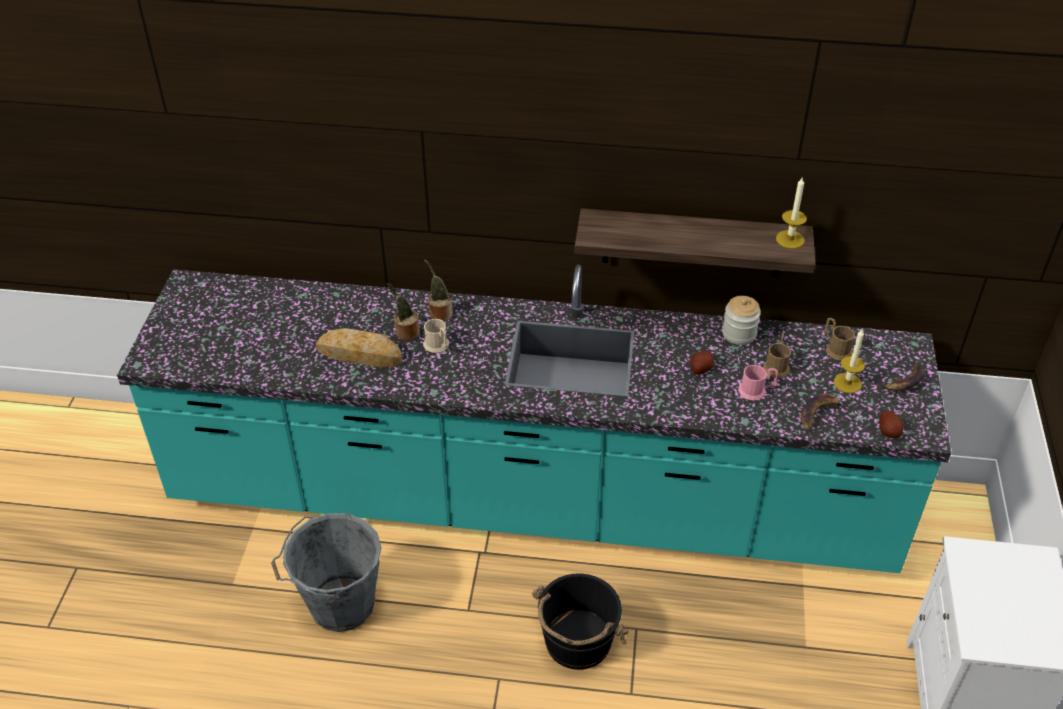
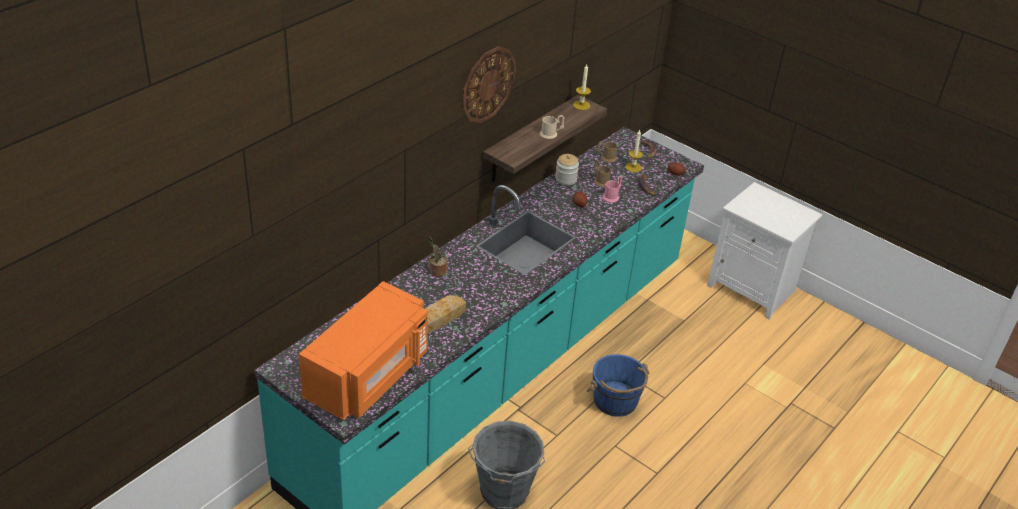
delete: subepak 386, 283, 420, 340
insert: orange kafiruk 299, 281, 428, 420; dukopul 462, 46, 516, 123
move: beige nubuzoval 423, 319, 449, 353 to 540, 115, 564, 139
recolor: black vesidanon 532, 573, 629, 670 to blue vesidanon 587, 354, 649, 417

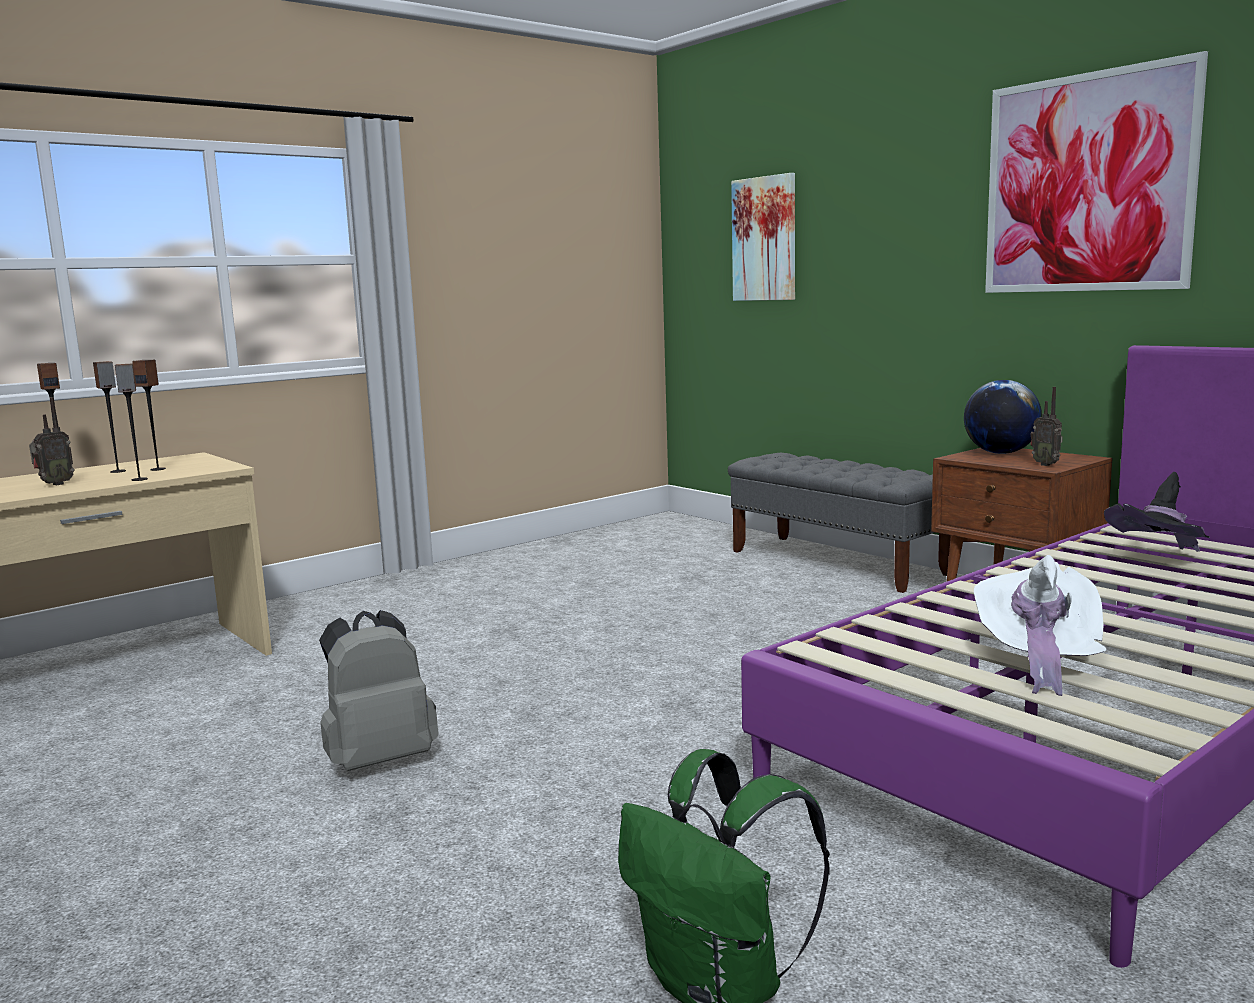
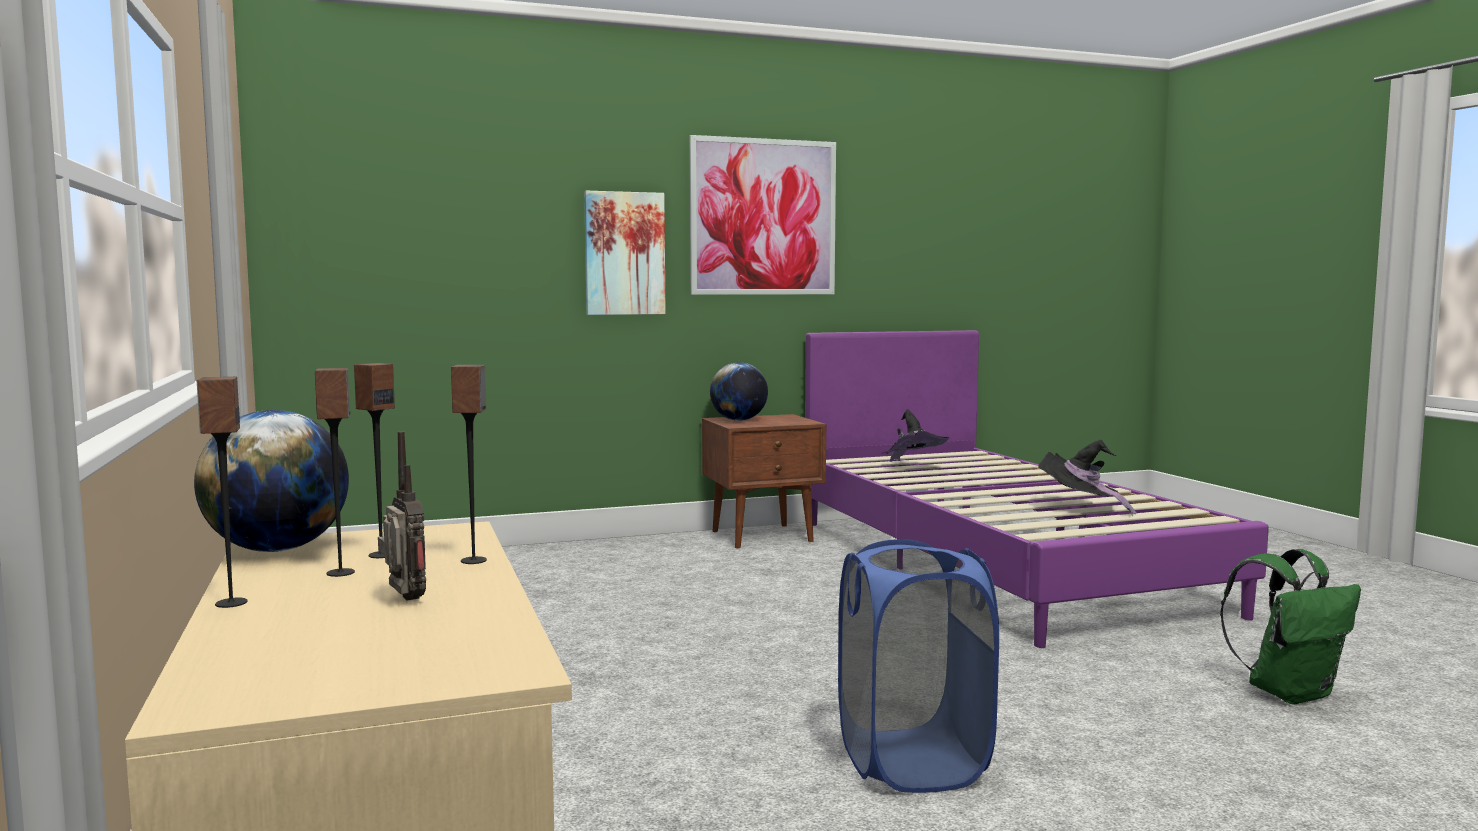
delete: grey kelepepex 728, 453, 951, 593; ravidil 1030, 387, 1063, 466
insert: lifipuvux 194, 410, 349, 552
move: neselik 731, 173, 795, 301 to 584, 191, 666, 315
replace: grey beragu 319, 610, 438, 771 to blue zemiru 838, 539, 999, 793
recolor: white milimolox 974, 555, 1107, 696 to black milimolox 1038, 440, 1136, 516

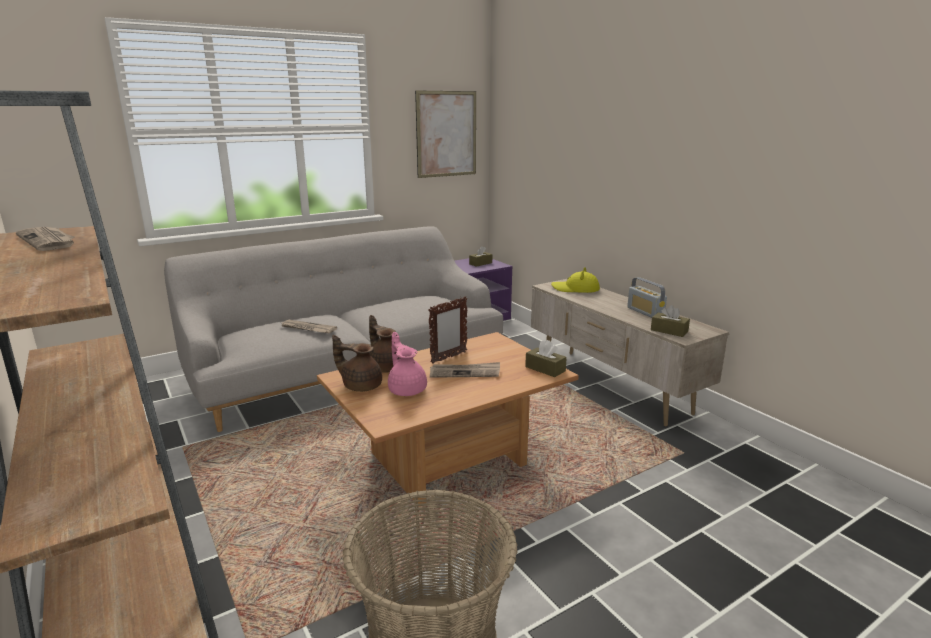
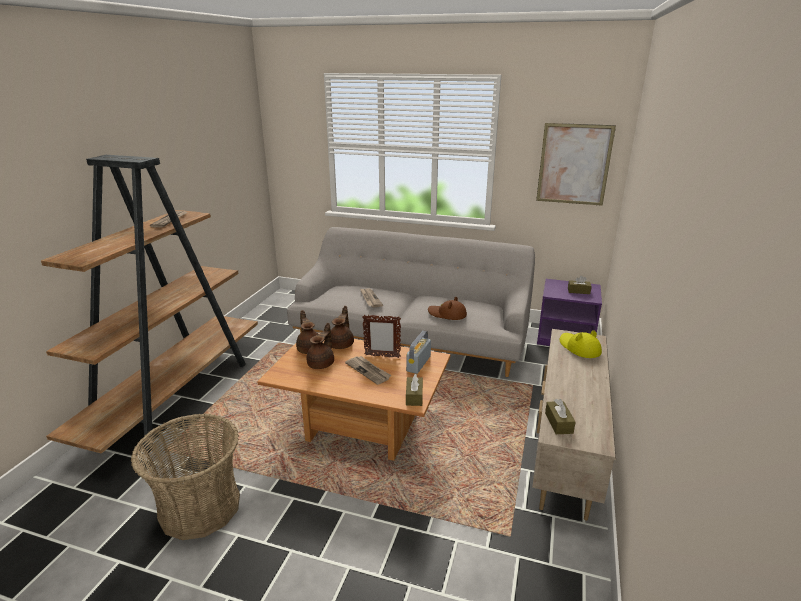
insert: brown milimolox 428, 297, 467, 320
move: ravidil 627, 277, 667, 318 to 406, 331, 431, 374
recolor: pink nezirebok 388, 332, 427, 396 to brown nezirebok 307, 323, 334, 369

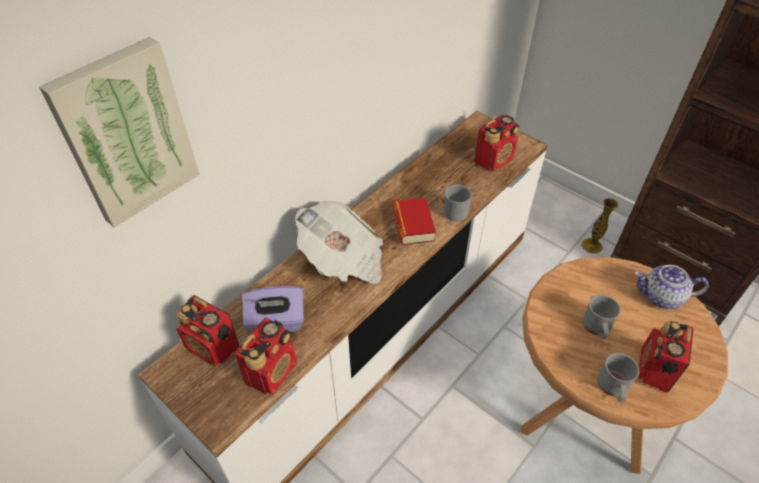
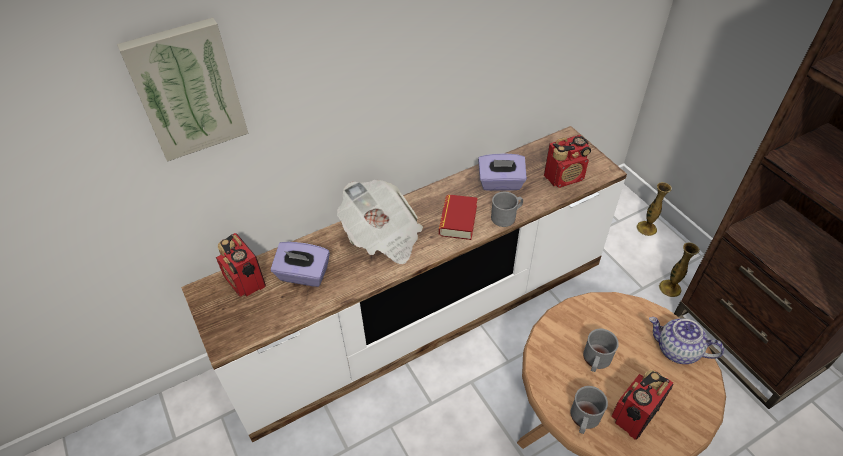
delete: ravidil 235, 318, 297, 394
insert: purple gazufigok 478, 153, 527, 191; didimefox 636, 182, 672, 236

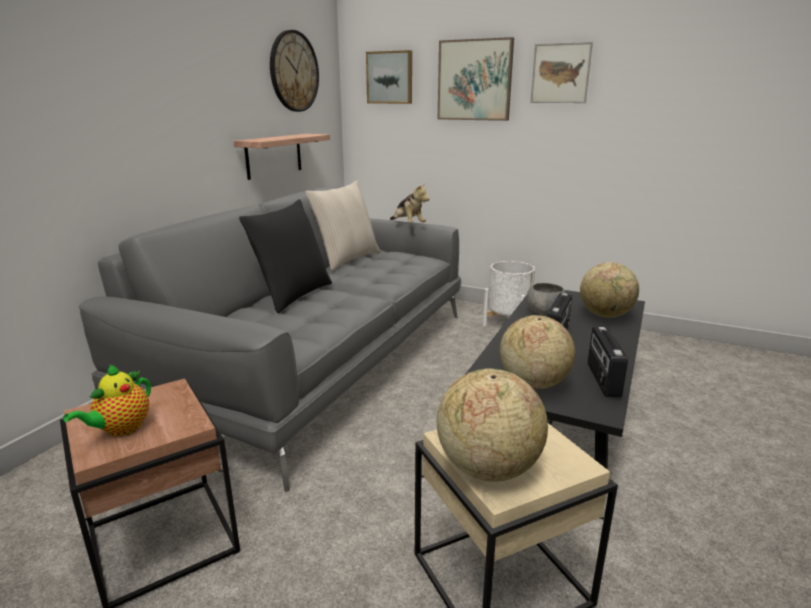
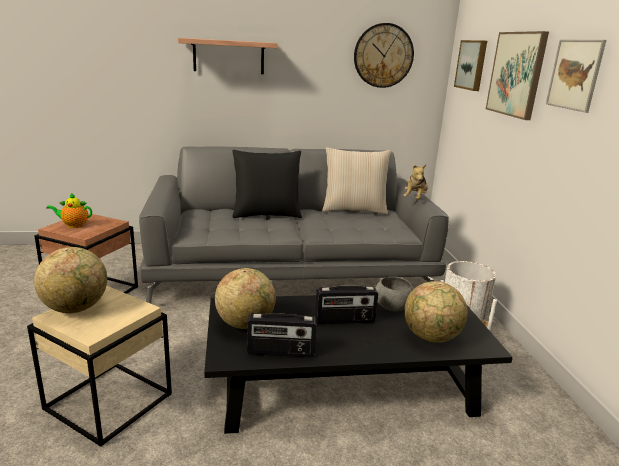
move: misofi 233, 134, 330, 180 to 178, 38, 278, 74
rotate: ravidil 588, 327, 628, 398 = 247, 313, 317, 357 150 degrees counterclockwise

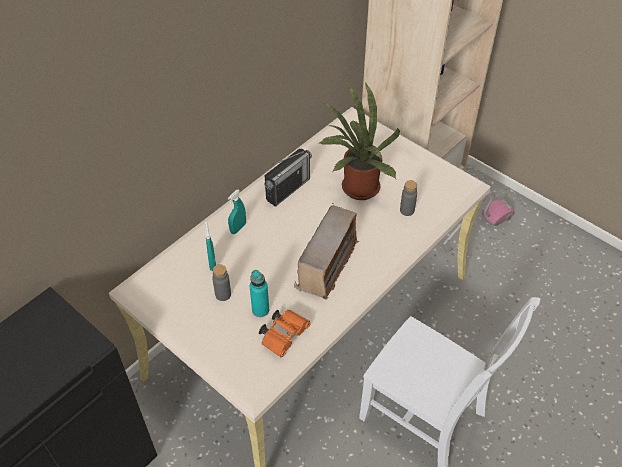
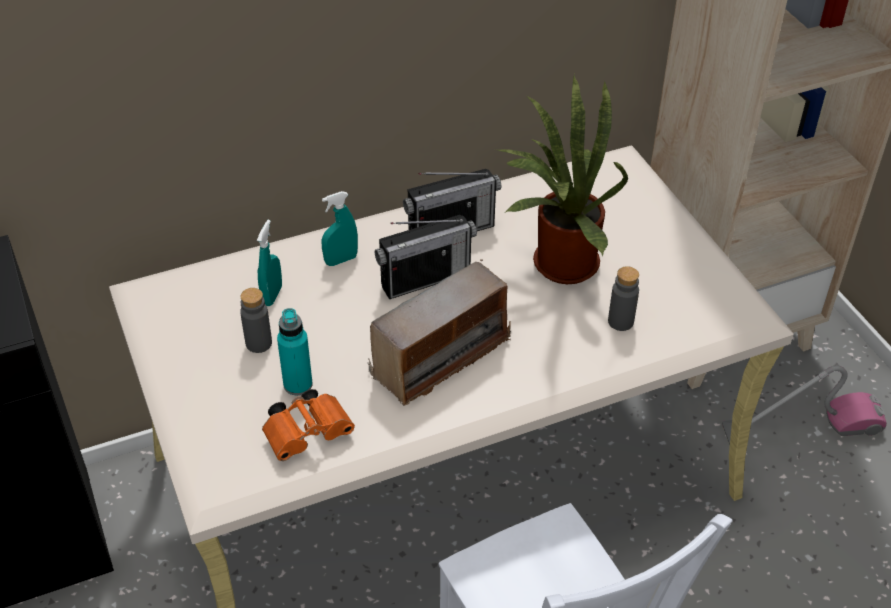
insert: ravidil 375, 215, 477, 299

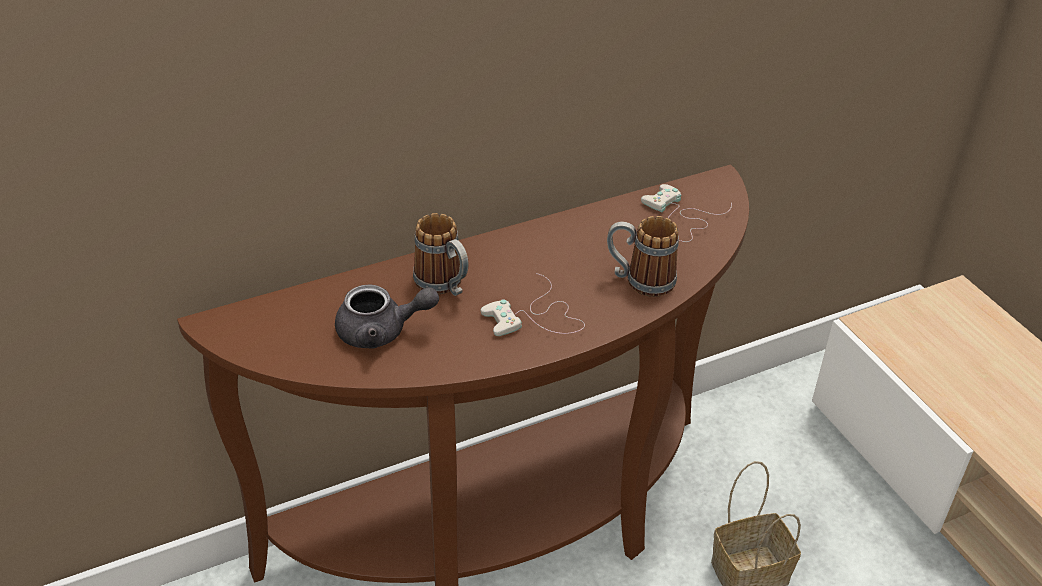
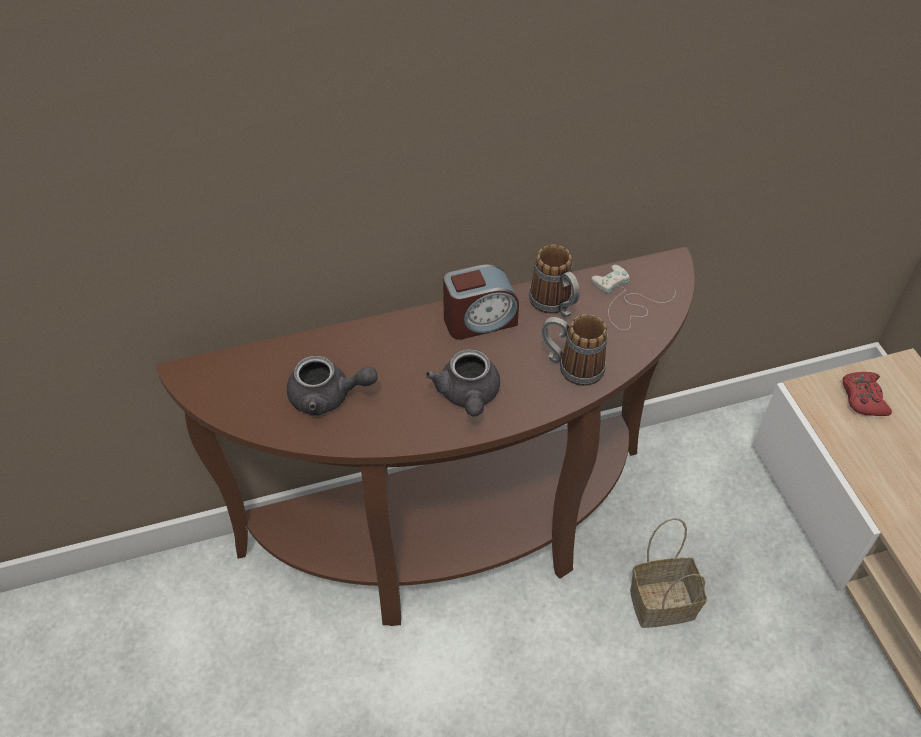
insert: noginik 443, 264, 519, 340; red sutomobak 843, 372, 892, 416
move: nubuzoval 413, 213, 469, 296 to 529, 244, 580, 318
replace: white sutomobak 481, 273, 585, 336 to grey nezirebok 426, 349, 500, 417

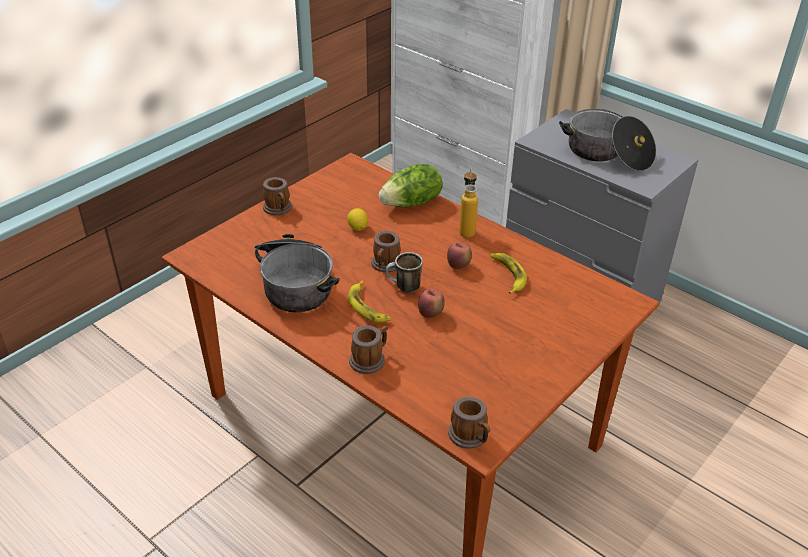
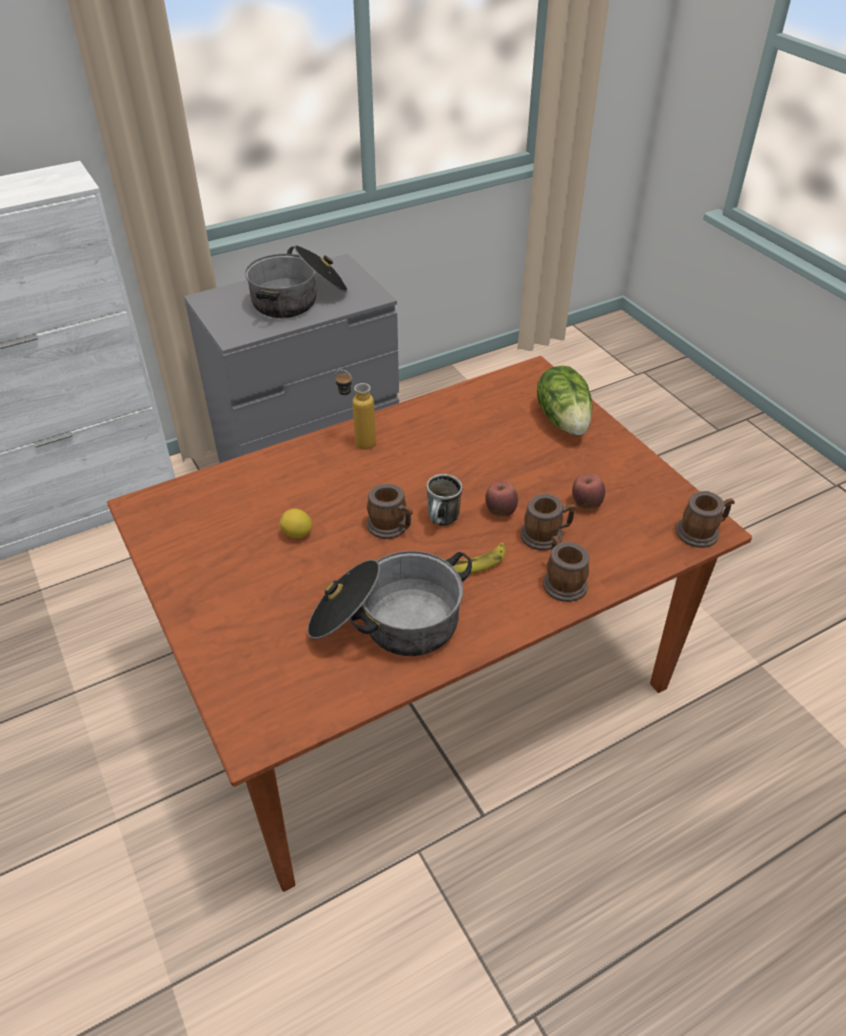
delete: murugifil 490, 253, 527, 294
move: nubuzoval 263, 177, 292, 215 to 520, 494, 577, 551; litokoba 379, 164, 443, 207 to 537, 365, 593, 435; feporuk 447, 243, 472, 270 to 572, 474, 605, 510

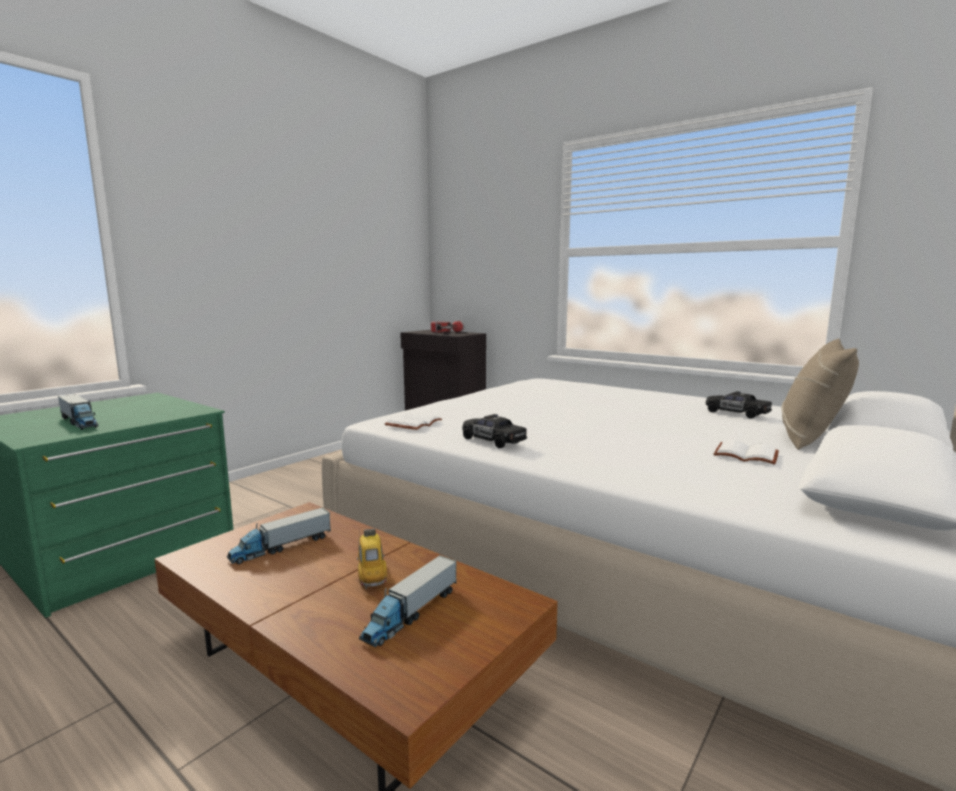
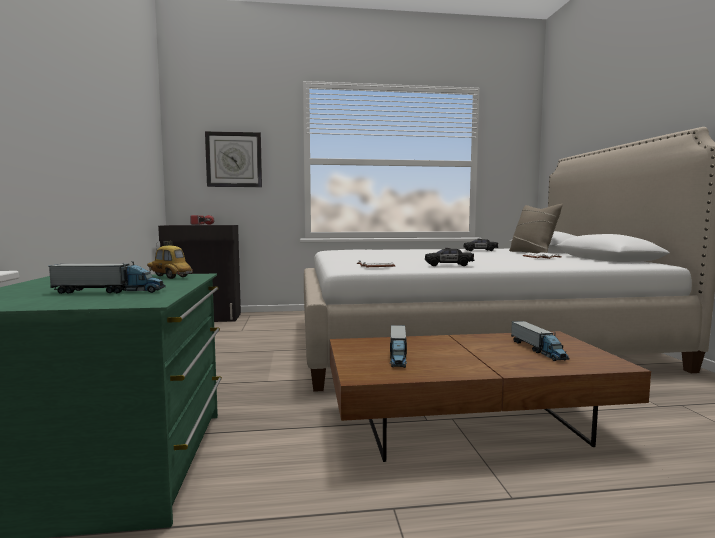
insert: dukopul 205, 131, 262, 187
move: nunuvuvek 357, 529, 387, 589 to 147, 241, 193, 279

